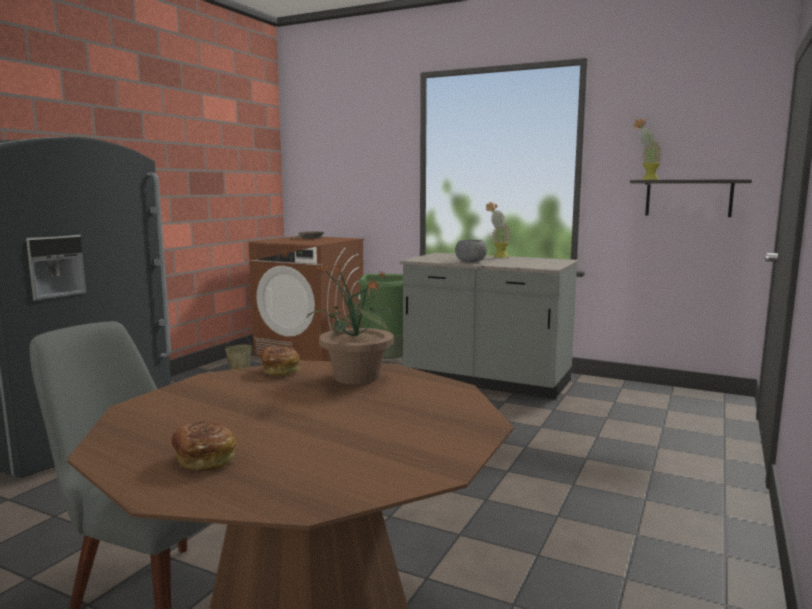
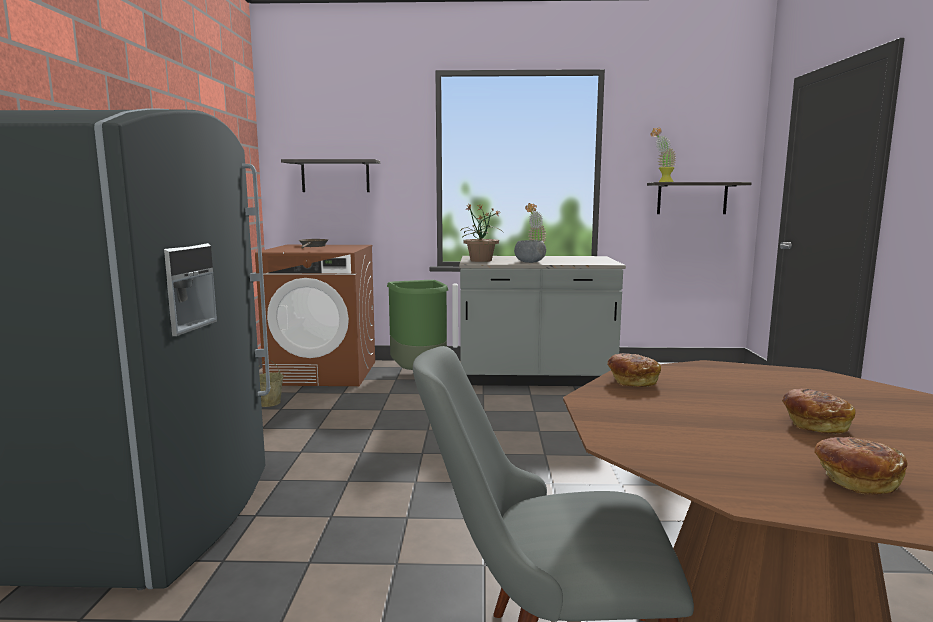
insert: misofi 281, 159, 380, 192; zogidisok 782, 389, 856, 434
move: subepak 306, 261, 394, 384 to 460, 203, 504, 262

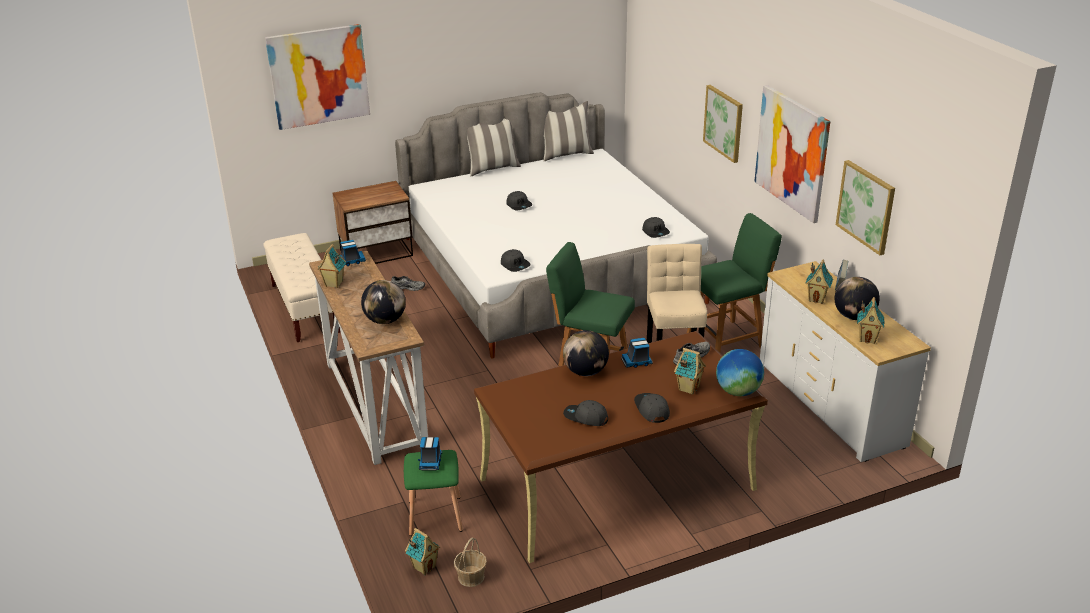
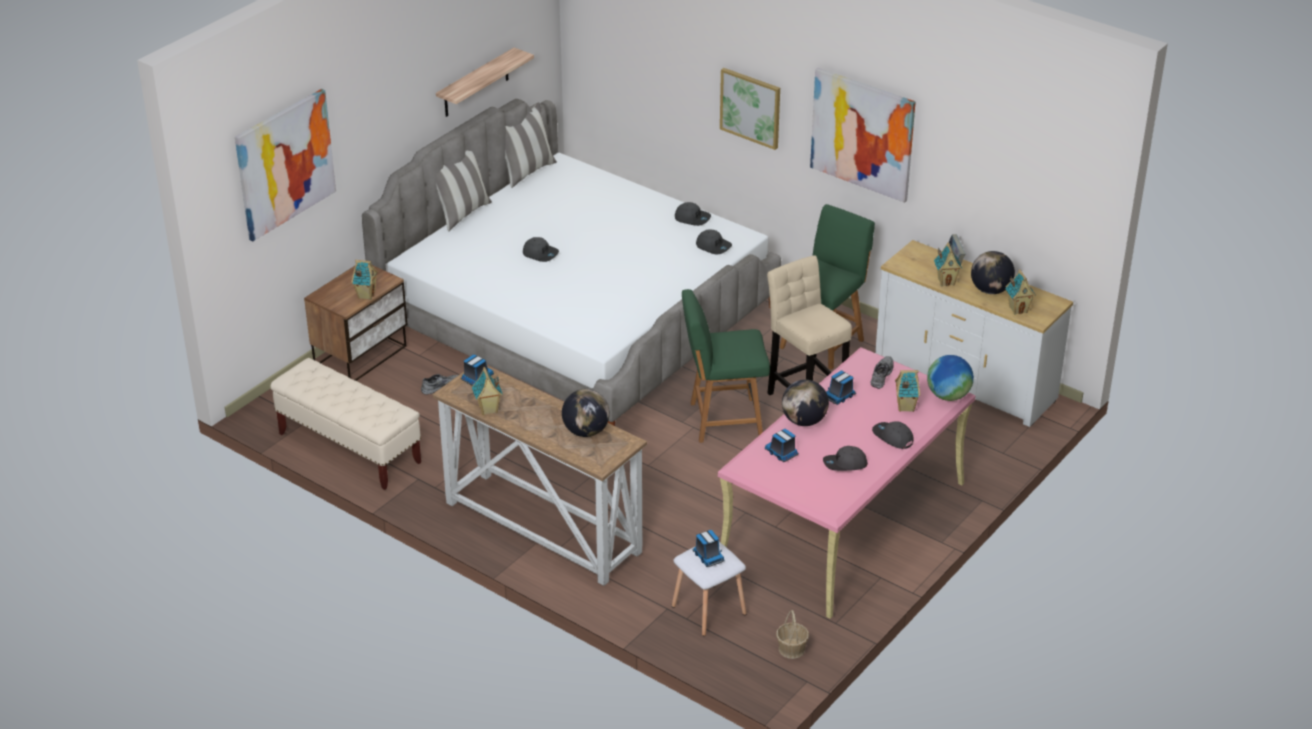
delete: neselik 836, 160, 895, 255
insert: misofi 436, 48, 534, 117; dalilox 765, 429, 799, 462
move: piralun 405, 528, 441, 575 to 351, 260, 378, 300; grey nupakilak 501, 249, 531, 272 to 675, 202, 711, 226
recolor: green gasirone 404, 450, 463, 536 to white gasirone 672, 542, 747, 636; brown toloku 474, 331, 768, 563 to pink toloku 718, 347, 976, 619

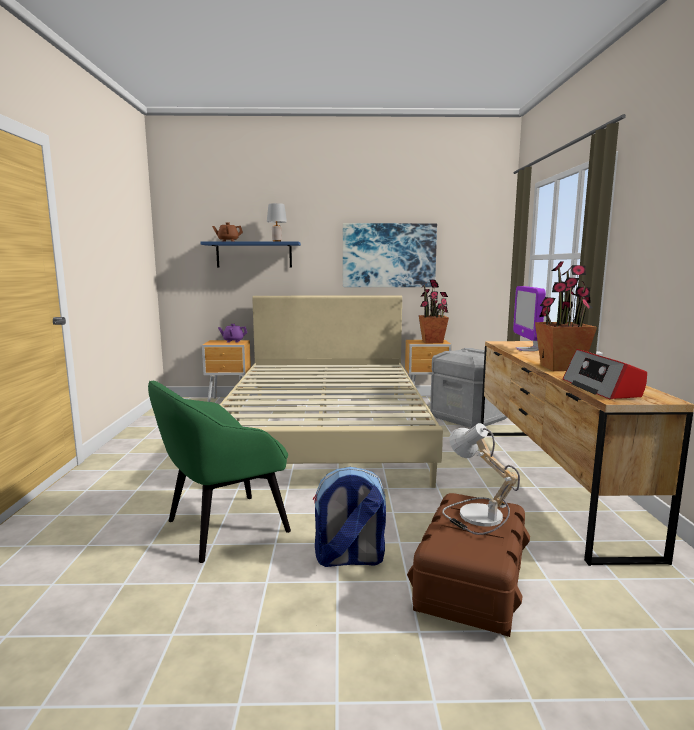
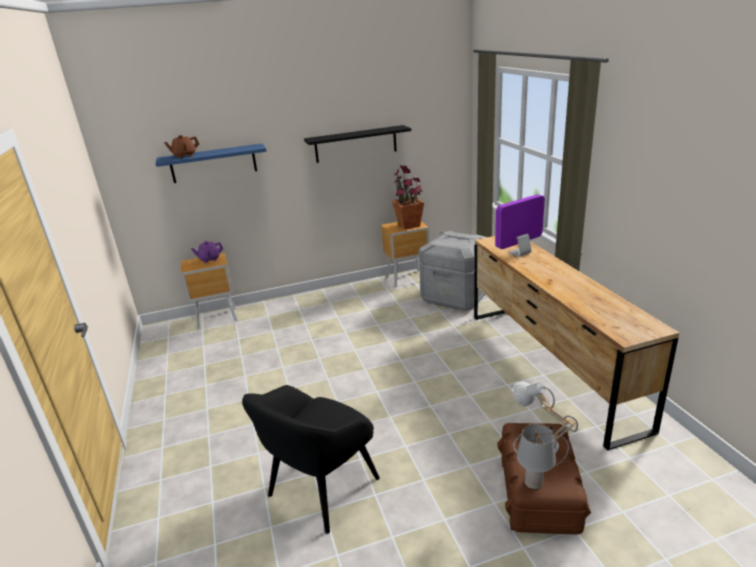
delete: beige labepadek 220, 296, 443, 488; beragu 313, 467, 386, 567; subepak 535, 262, 597, 371; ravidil 563, 349, 647, 399
move: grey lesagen 267, 203, 287, 241 to 517, 424, 556, 490
replace: neselik 343, 223, 437, 287 to black misofi 304, 125, 411, 163
recolor: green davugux 148, 381, 291, 563 to black davugux 242, 385, 380, 534
rotate: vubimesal 513, 286, 546, 351 = 495, 194, 545, 257 75 degrees clockwise

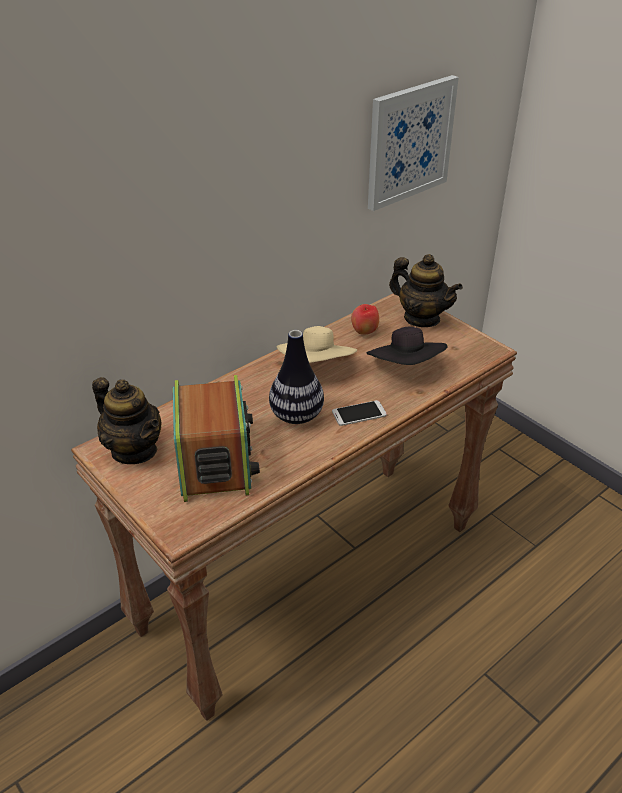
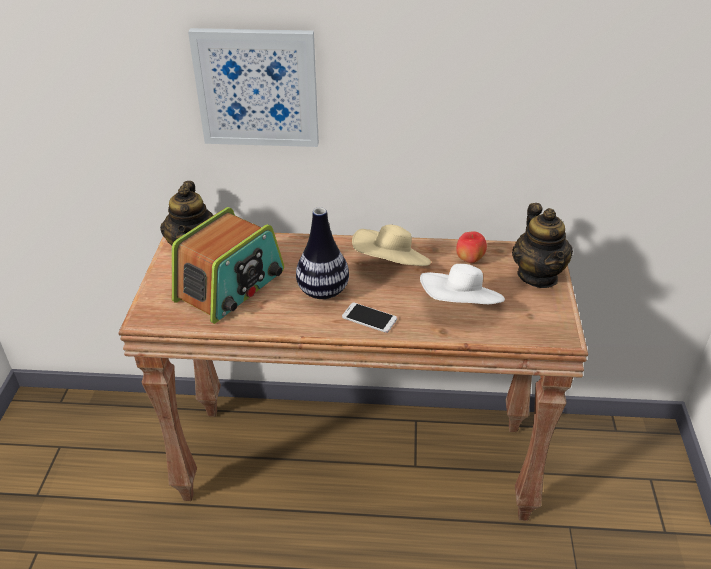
move: neselik 368, 75, 459, 211 to 188, 28, 319, 147
recolor: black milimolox 366, 327, 447, 365 to white milimolox 420, 264, 505, 304

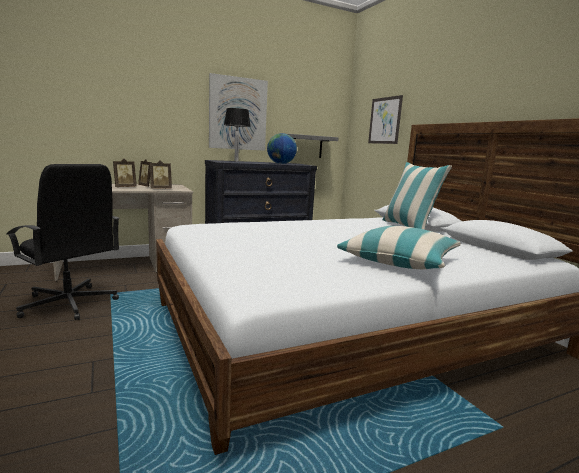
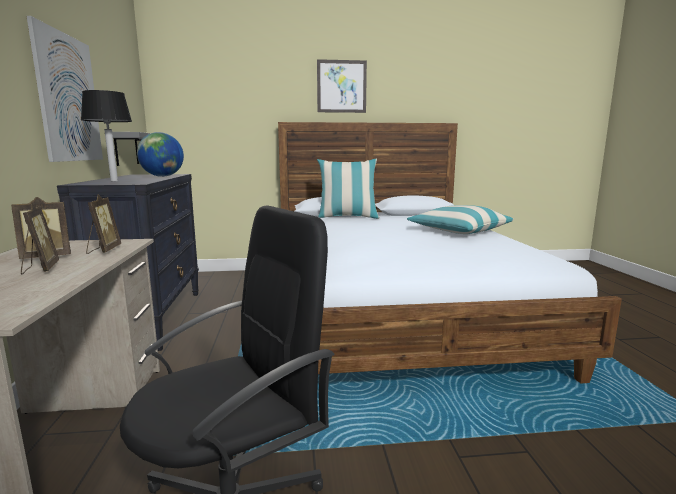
move: neselik 368, 95, 403, 144 to 317, 59, 367, 113

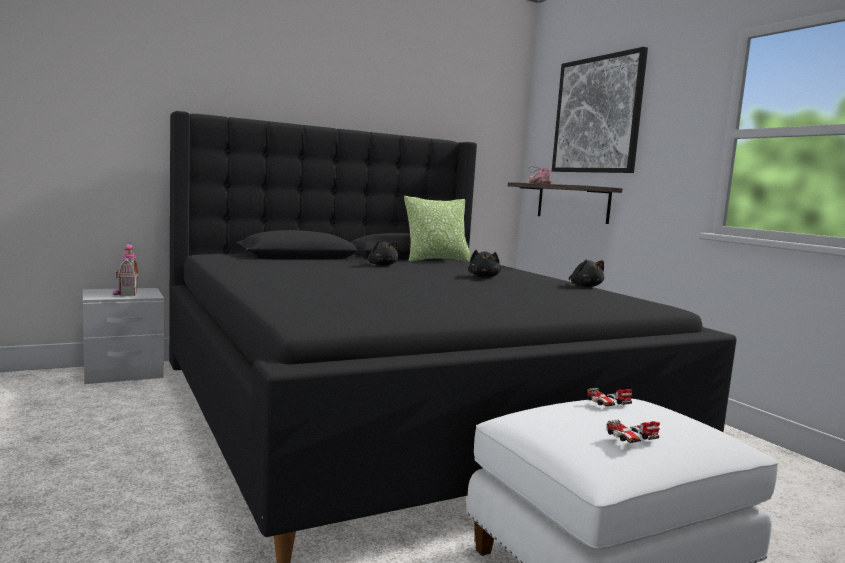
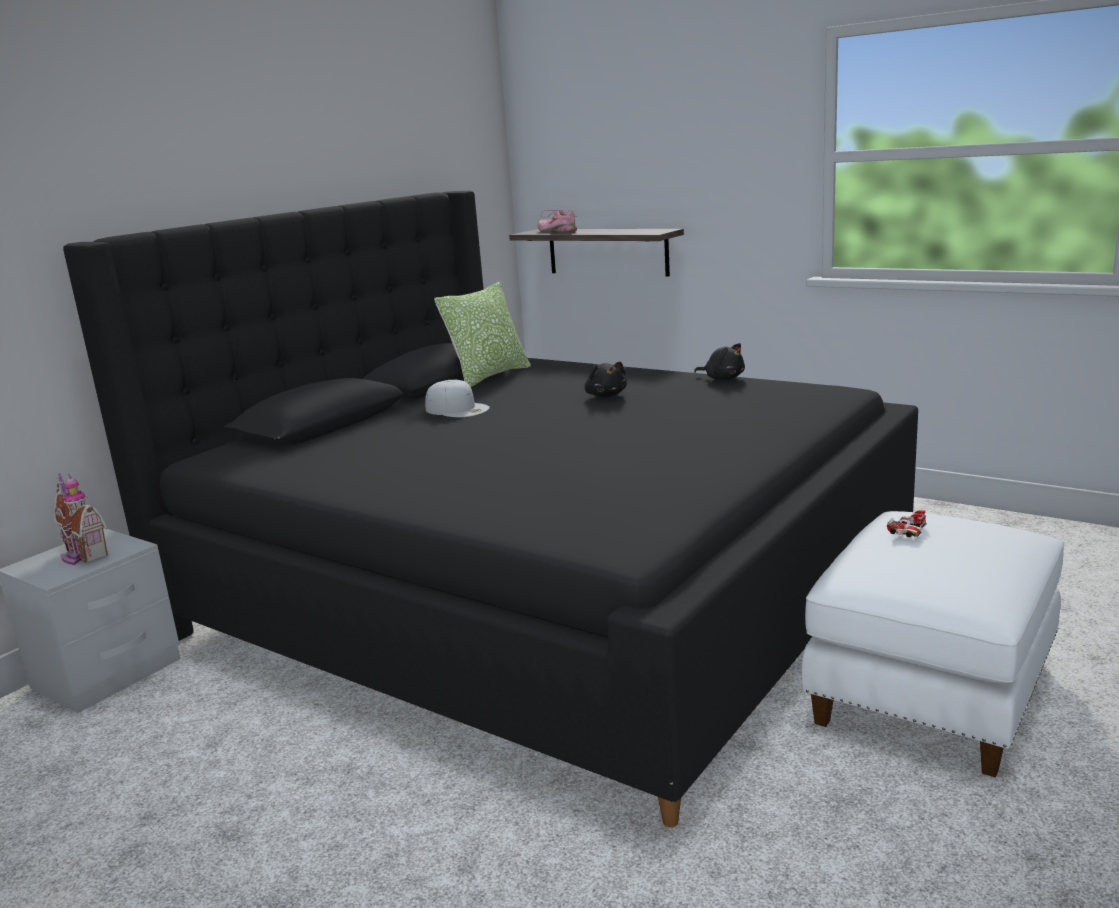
delete: neselik 552, 47, 648, 173; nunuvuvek 607, 419, 660, 443
replace: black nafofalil 368, 241, 398, 266 to white nupakilak 425, 380, 490, 417

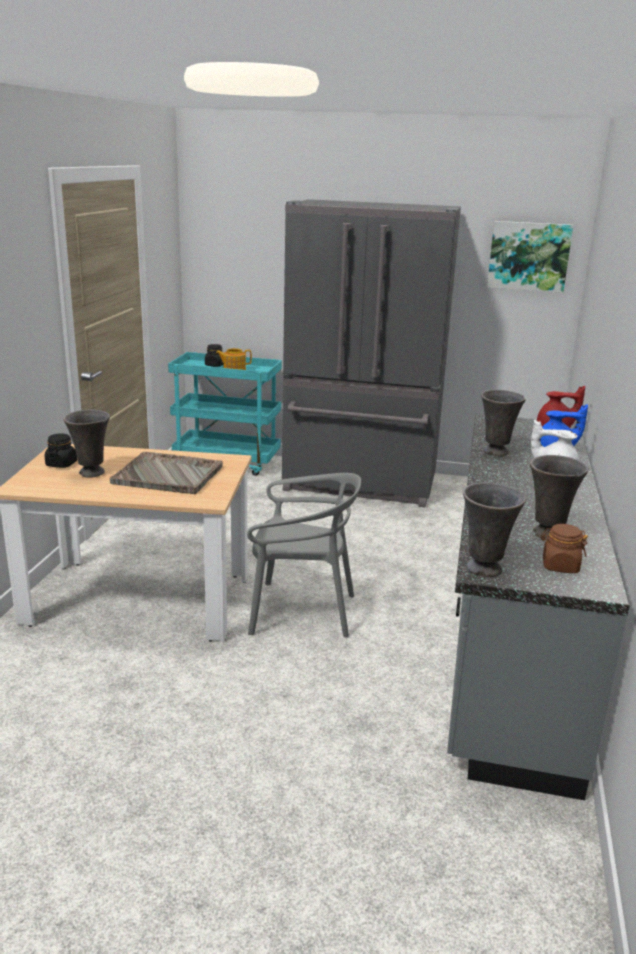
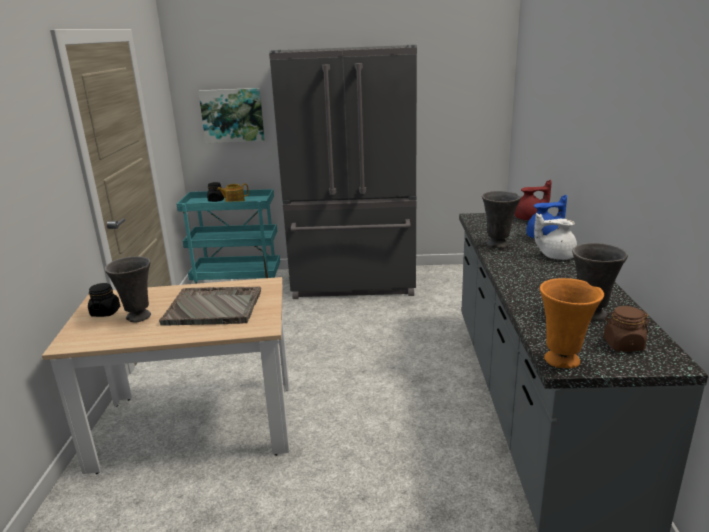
delete: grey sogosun 247, 473, 361, 638
move: neselik 487, 221, 573, 293 to 198, 88, 265, 143
recolor: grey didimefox 463, 482, 526, 577 to orange didimefox 540, 278, 604, 368

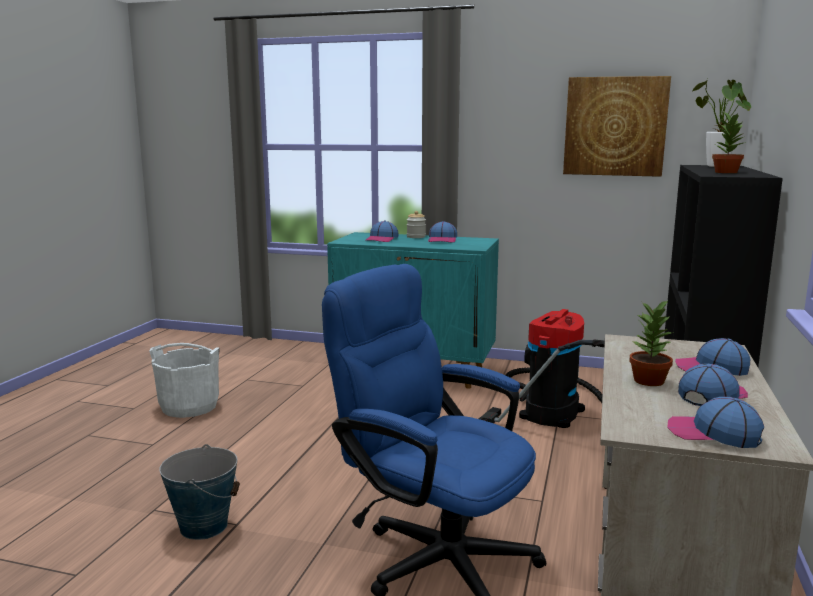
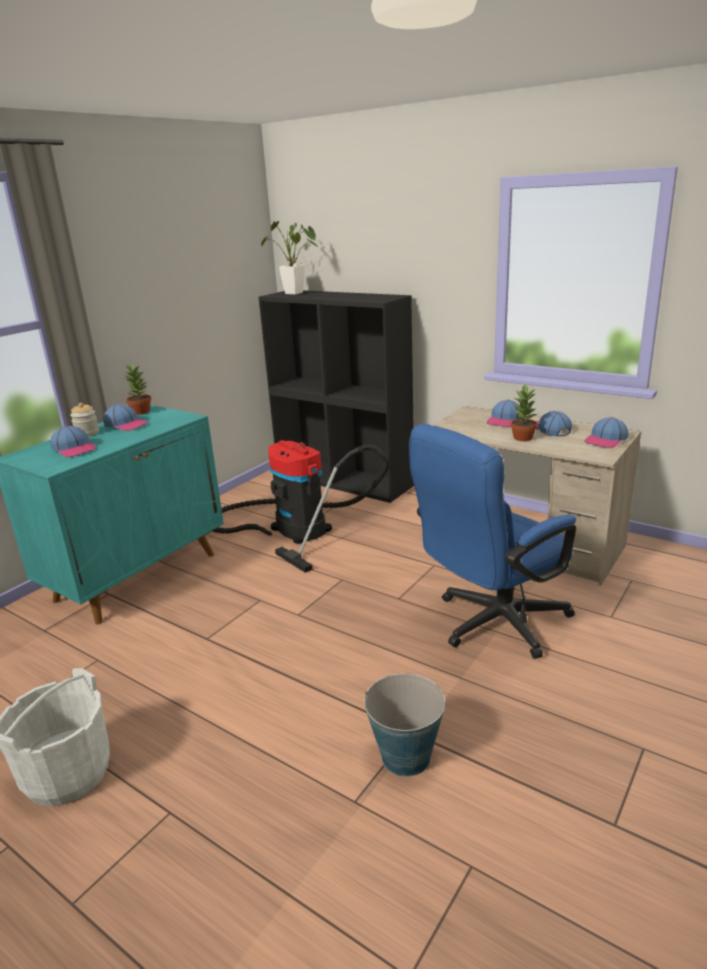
delete: neselik 563, 76, 671, 177
move: subepak 712, 112, 746, 173 to 124, 364, 151, 415

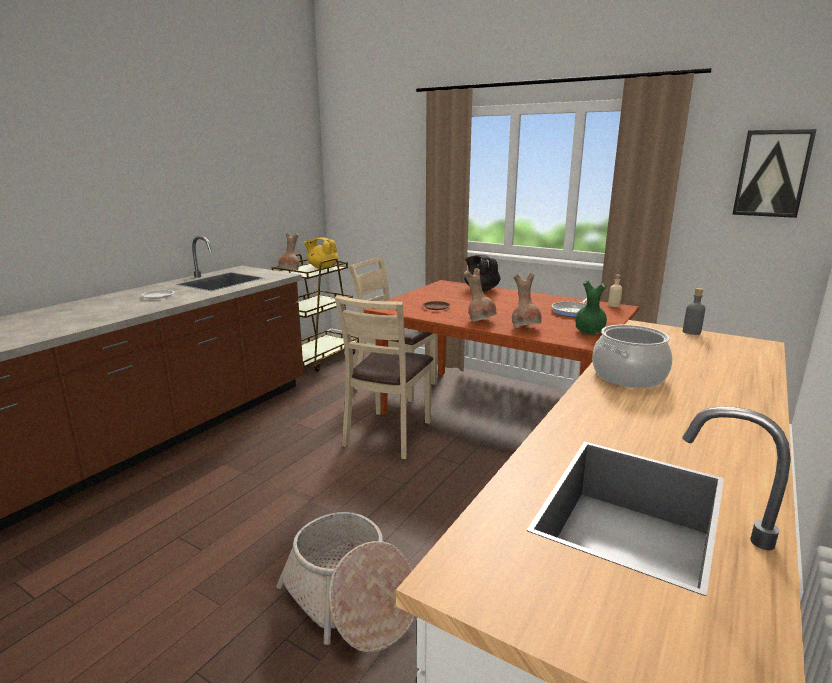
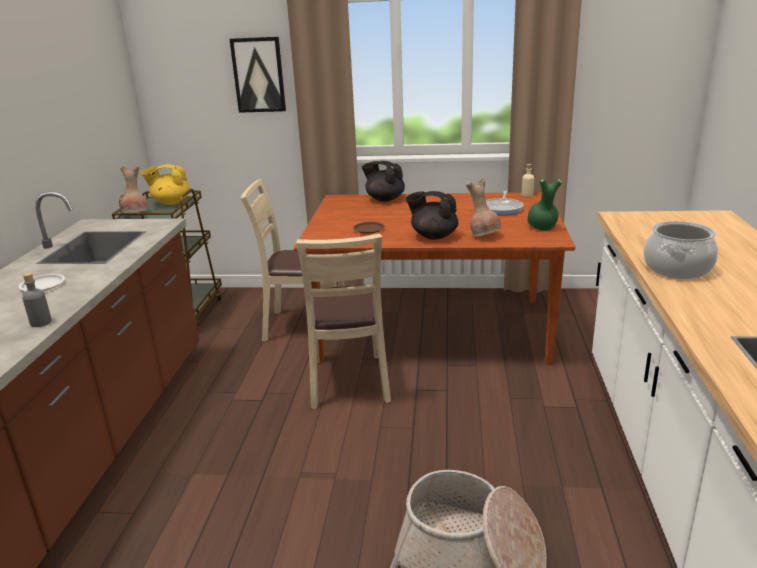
move: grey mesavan 683, 288, 705, 335 to 22, 273, 52, 327; neselik 732, 129, 817, 218 to 229, 37, 286, 113
replace: brown didimefox 464, 268, 497, 322 to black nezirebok 406, 191, 458, 240

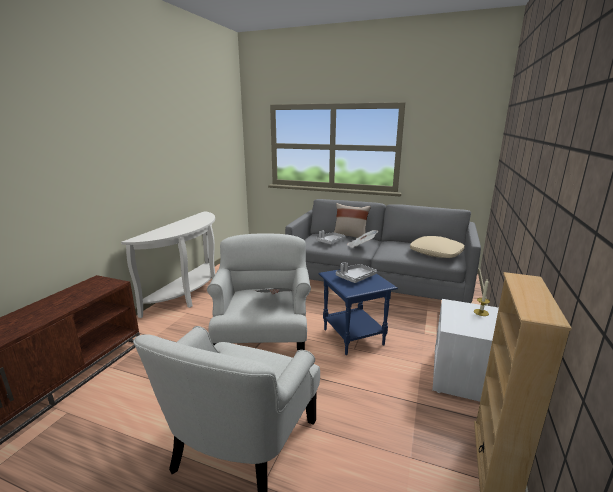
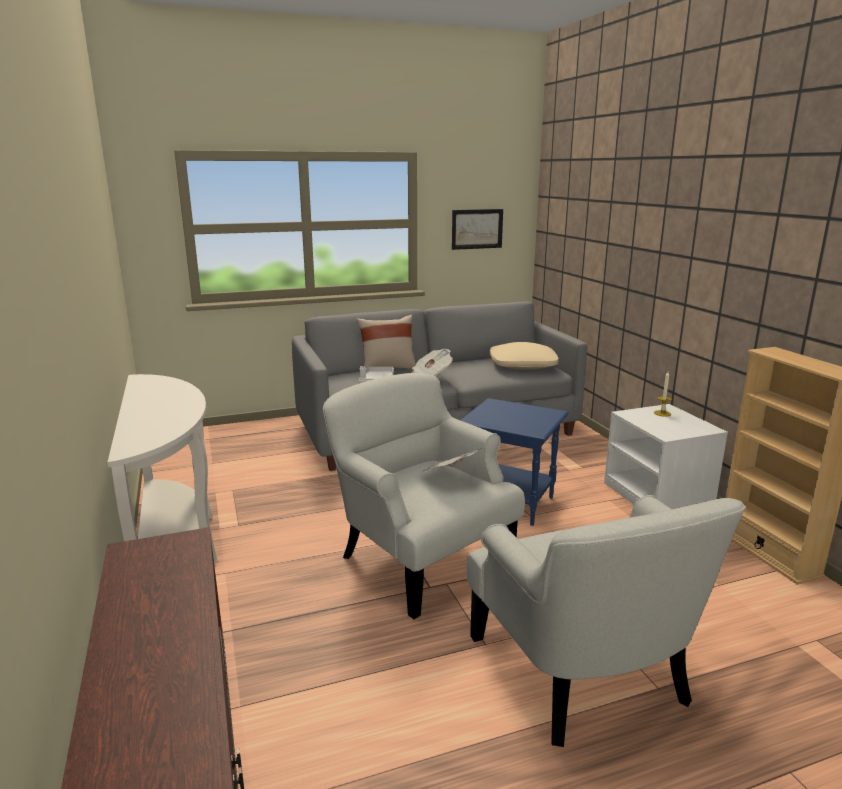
delete: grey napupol 336, 262, 377, 283
insert: neselik 452, 209, 503, 250

